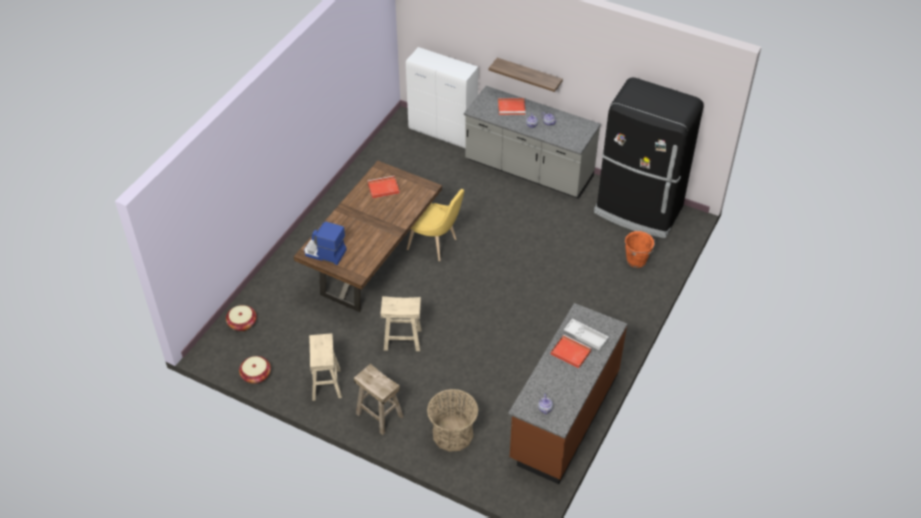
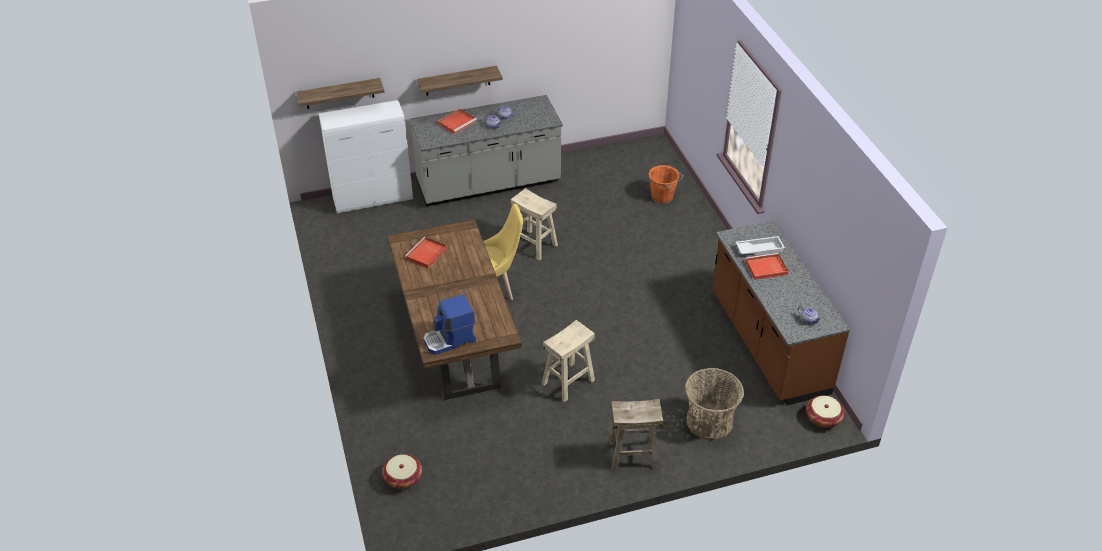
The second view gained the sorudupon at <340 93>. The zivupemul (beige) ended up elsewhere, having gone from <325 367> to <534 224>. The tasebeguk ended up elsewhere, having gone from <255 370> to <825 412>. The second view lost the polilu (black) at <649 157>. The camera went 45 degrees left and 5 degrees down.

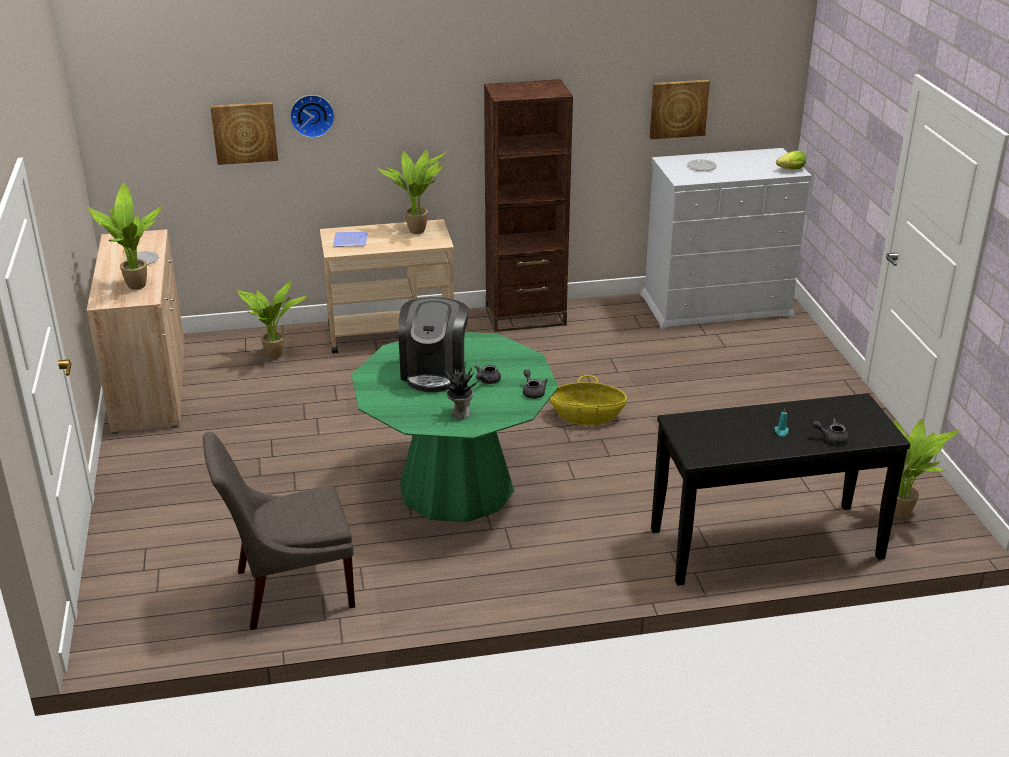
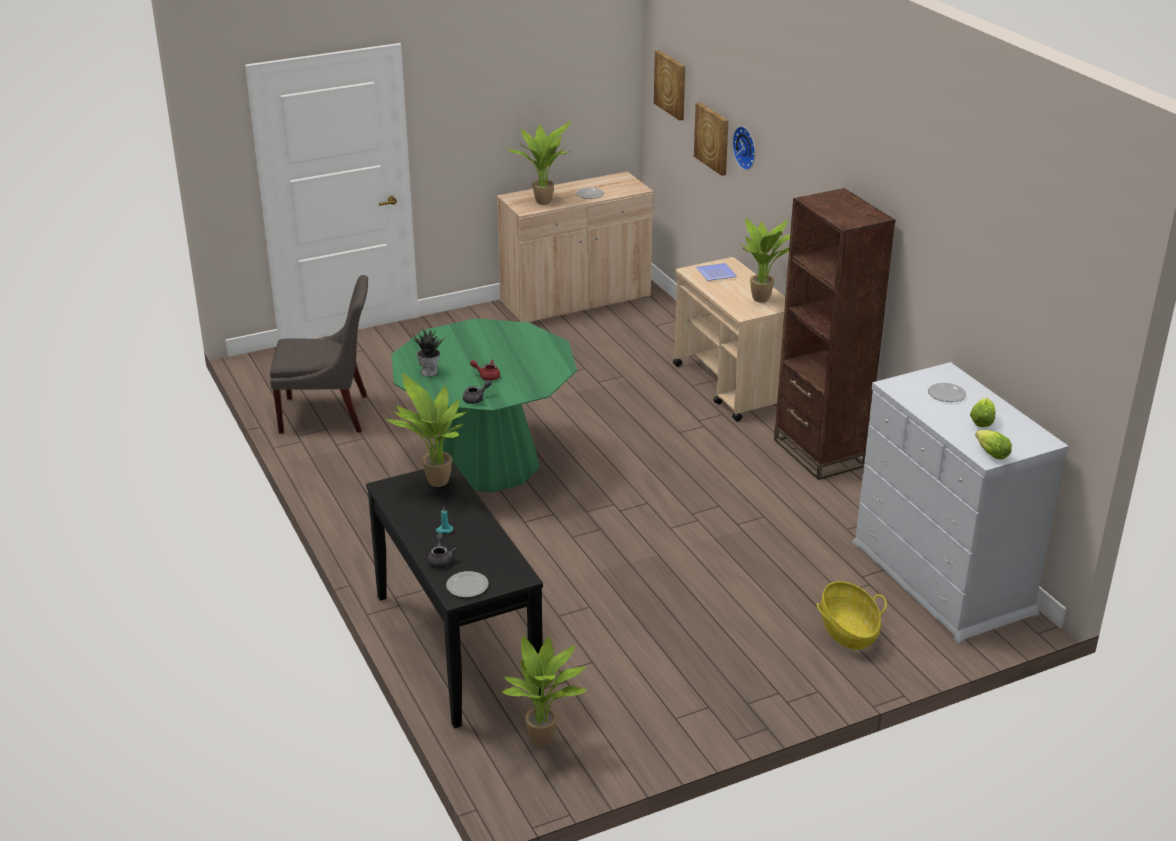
The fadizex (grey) at <279 531> ended up facing another way, 120 degrees clockwise from before. The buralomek ended up elsewhere, having gone from <272 319> to <426 430>. The second view gained the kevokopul at <467 584>. What was the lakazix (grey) at <488 374> turned into the lakazix (red) at <485 370>. The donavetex ended up elsewhere, having gone from <680 109> to <669 85>. The tasebeguk ended up elsewhere, having gone from <588 400> to <852 615>. The second view gained the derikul at <983 412>. The second view lost the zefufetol at <433 344>. The camera went 75 degrees right and 0 degrees up.

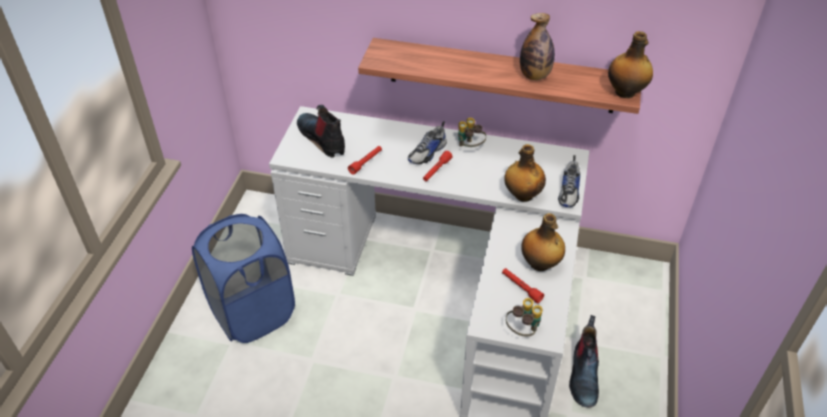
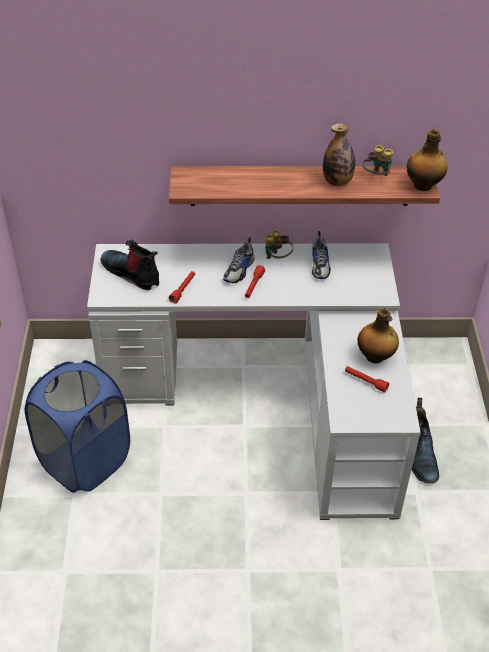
The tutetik ended up elsewhere, having gone from <569 181> to <321 255>. The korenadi ended up elsewhere, having gone from <524 317> to <377 160>. The second view lost the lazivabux at <525 173>. The camera went 15 degrees left and 0 degrees up.

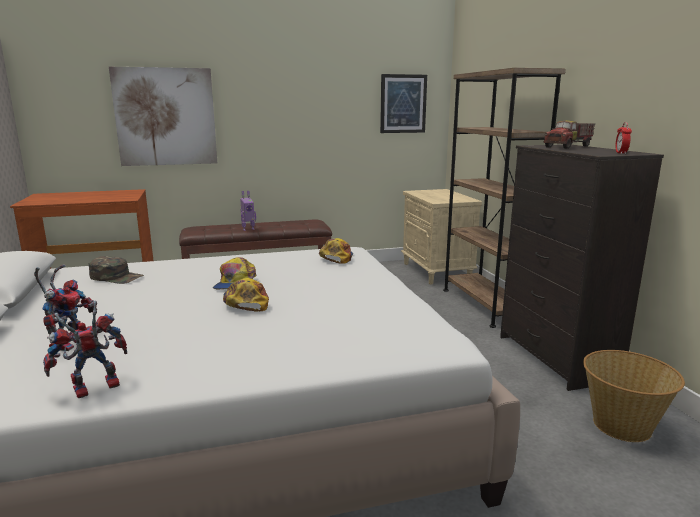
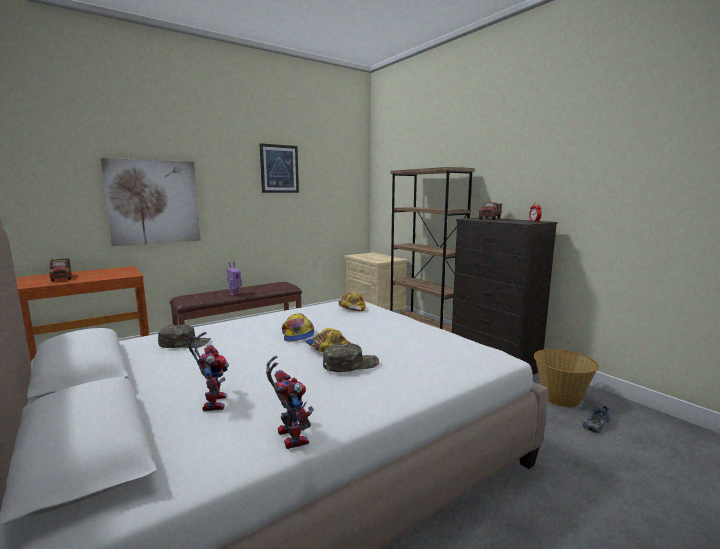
The second view gained the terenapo at <60 269>. The donavetex ended up elsewhere, having gone from <403 103> to <279 168>. The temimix at <85 349> ended up facing another way, 120 degrees clockwise from before. The second view gained the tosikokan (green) at <351 357>. The second view gained the tutetik at <596 419>. The camera went 20 degrees left and 5 degrees down.

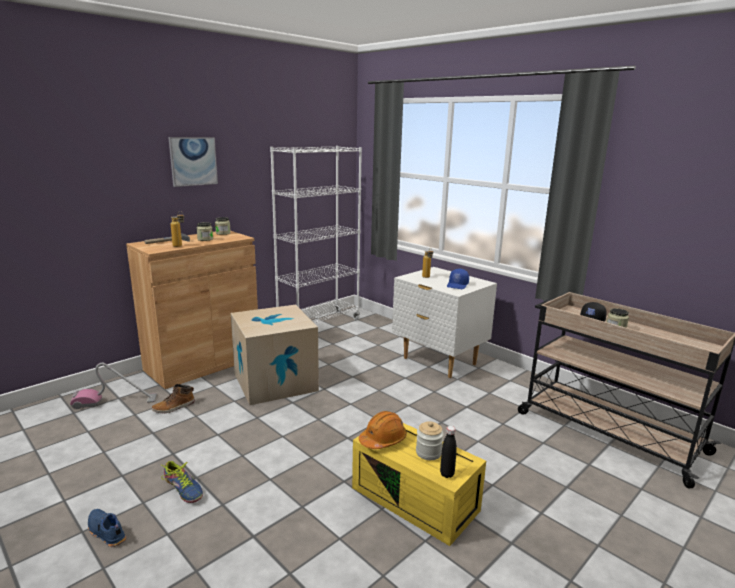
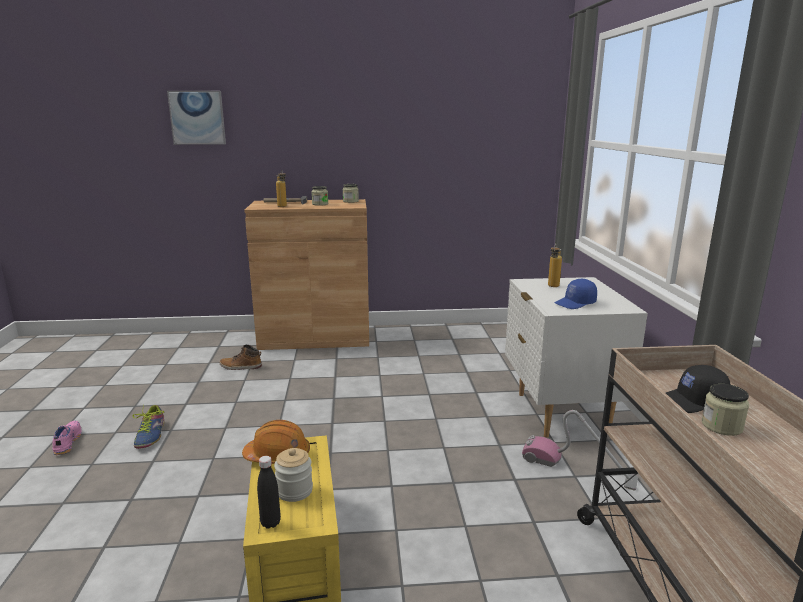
What was the tutetik (blue) at <107 528> turned into the tutetik (pink) at <67 438>. The donavetex ended up elsewhere, having gone from <193 162> to <196 118>. The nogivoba ended up elsewhere, having gone from <113 386> to <580 450>. The second view lost the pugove at <275 355>. The second view lost the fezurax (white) at <316 234>. The camera went 40 degrees right and 0 degrees up.

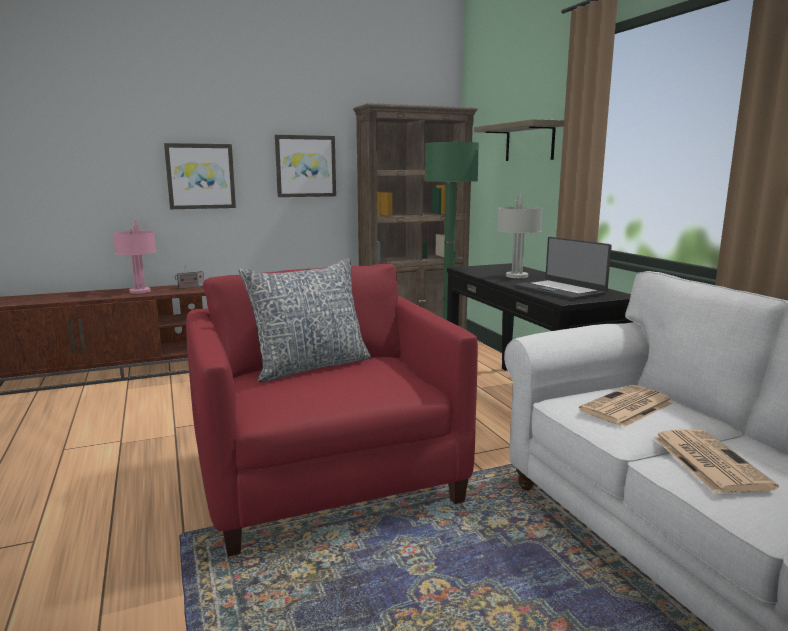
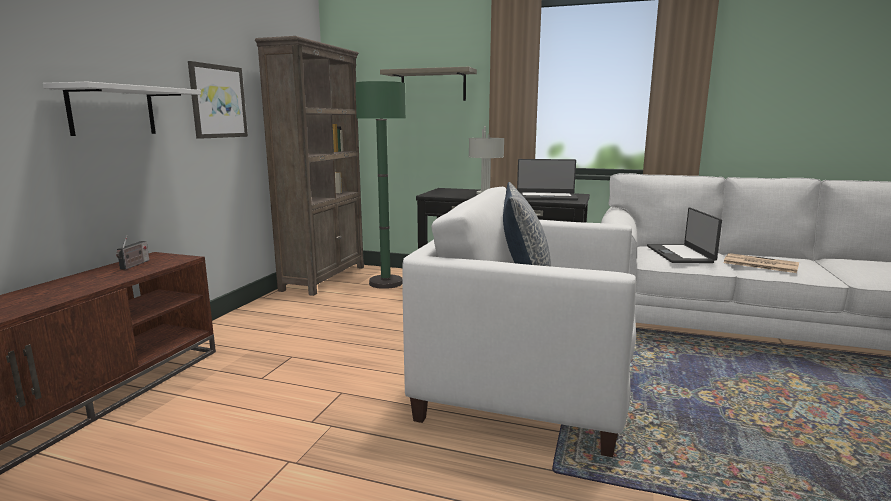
Where the donavetex hung at <200 176>, the sorudupon (white) came to hang at <122 109>. What was the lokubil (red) at <332 410> turned into the lokubil (white) at <519 322>. Where the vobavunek stood at <626 406>, the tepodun came to stand at <684 235>. The second view lost the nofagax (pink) at <134 257>. The camera went 50 degrees left and 0 degrees up.

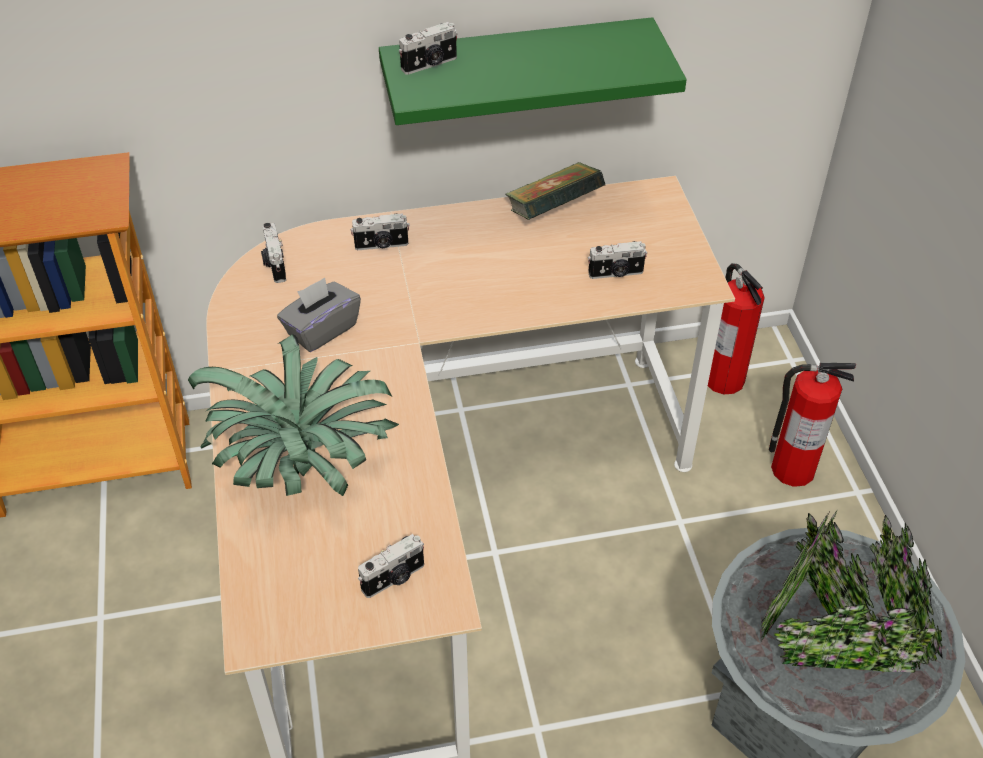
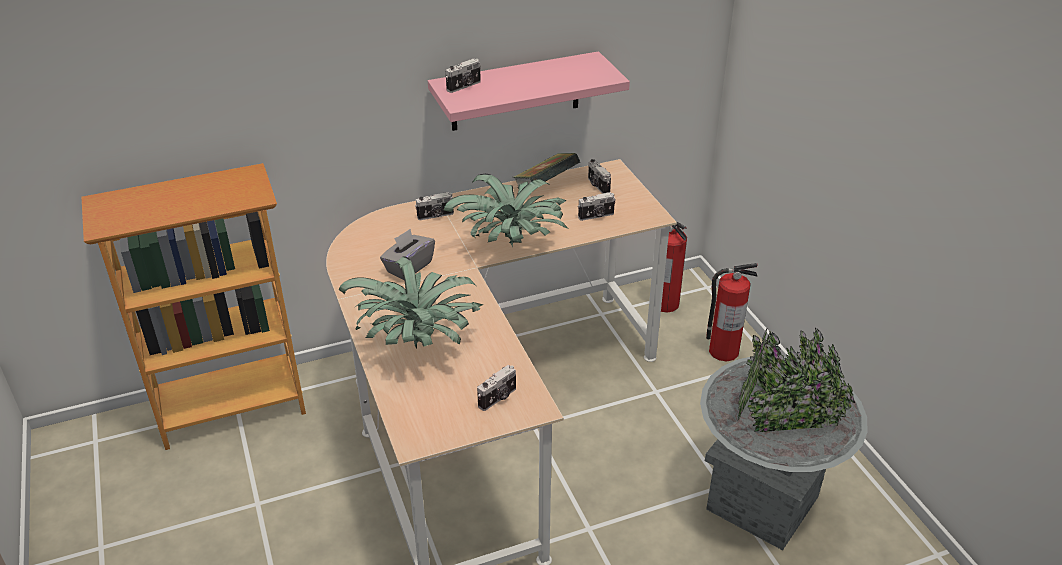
What was the sorudupon (green) at <533 71> turned into the sorudupon (pink) at <529 91>. The second view gained the buralomek at <506 210>. The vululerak ended up elsewhere, having gone from <273 253> to <599 176>. The camera went 10 degrees left and 10 degrees down.

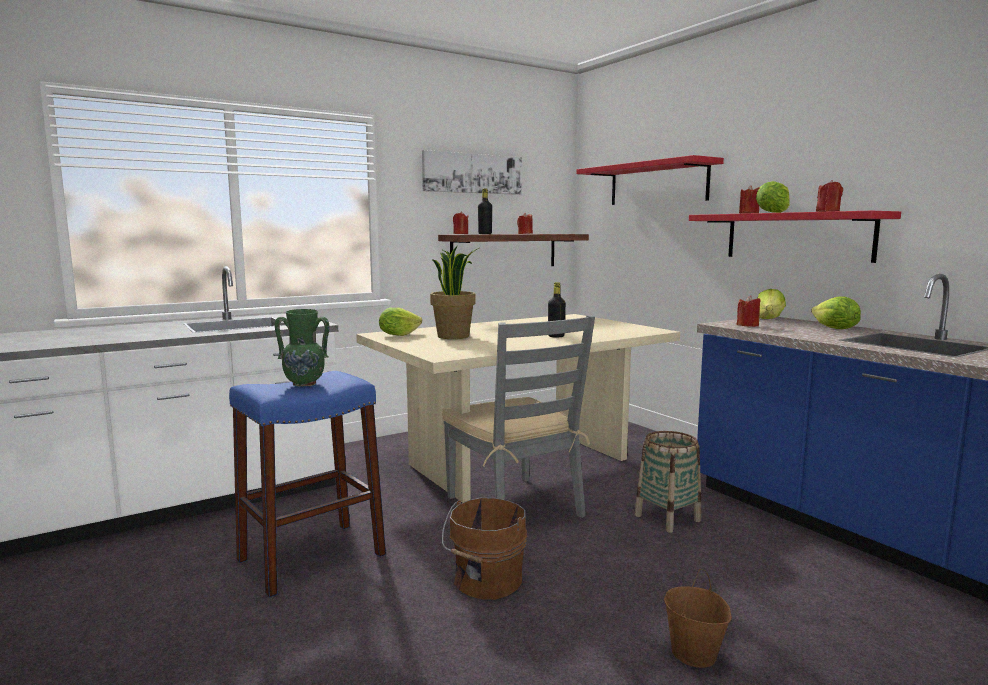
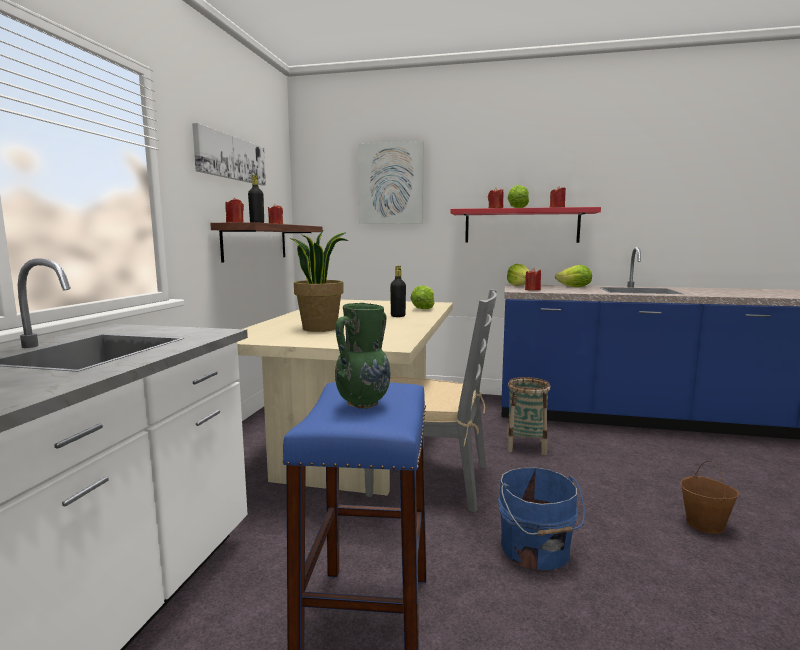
Where the sorudupon (red) hung at <650 180>, the donavetex came to hang at <391 182>. The derikul ended up elsewhere, having gone from <400 321> to <422 297>. What was the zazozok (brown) at <484 549> turned into the zazozok (blue) at <541 518>. The camera went 45 degrees left and 0 degrees up.

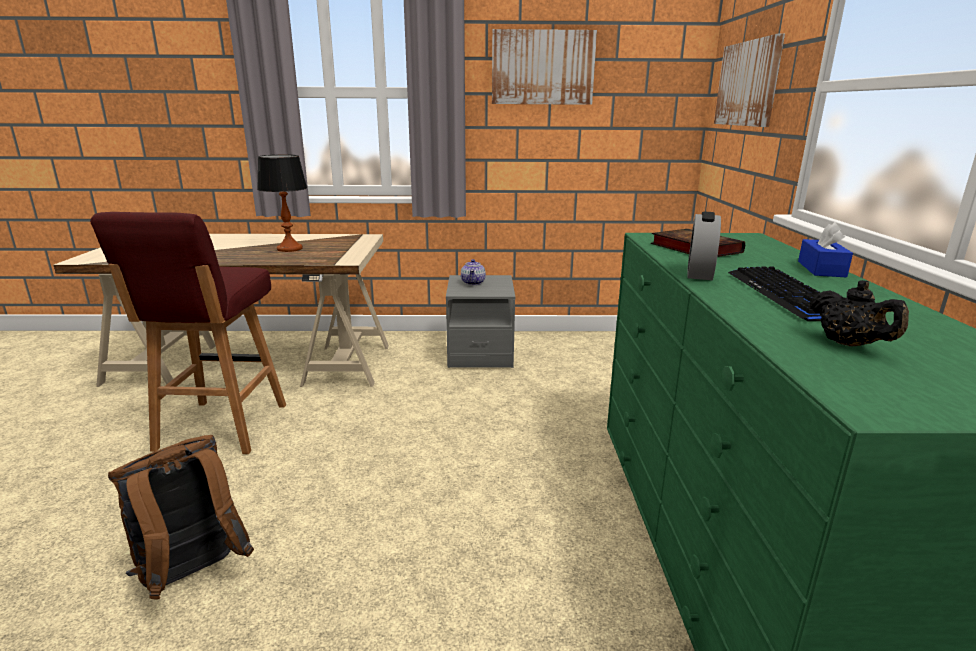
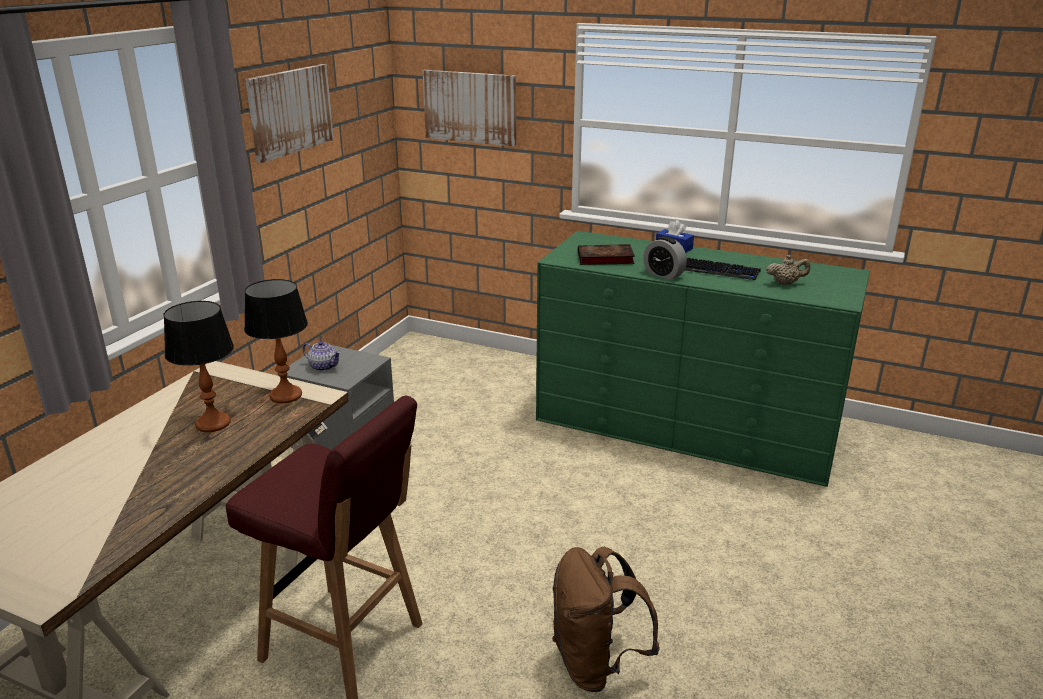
The second view gained the nofagax at <276 341>. What was the lakazix (black) at <859 313> turned into the lakazix (beige) at <788 270>. The camera went 65 degrees left and 5 degrees up.

